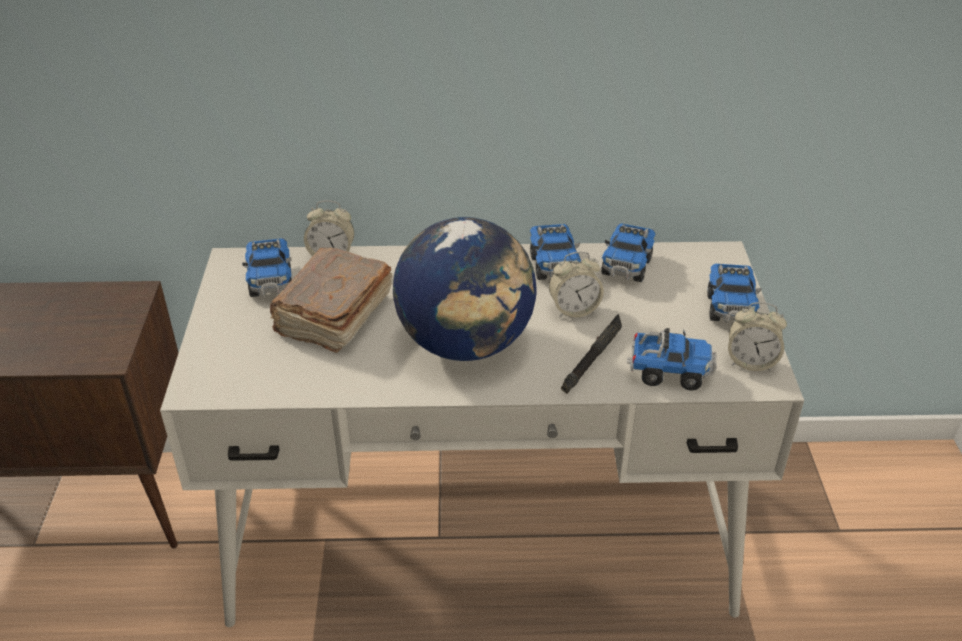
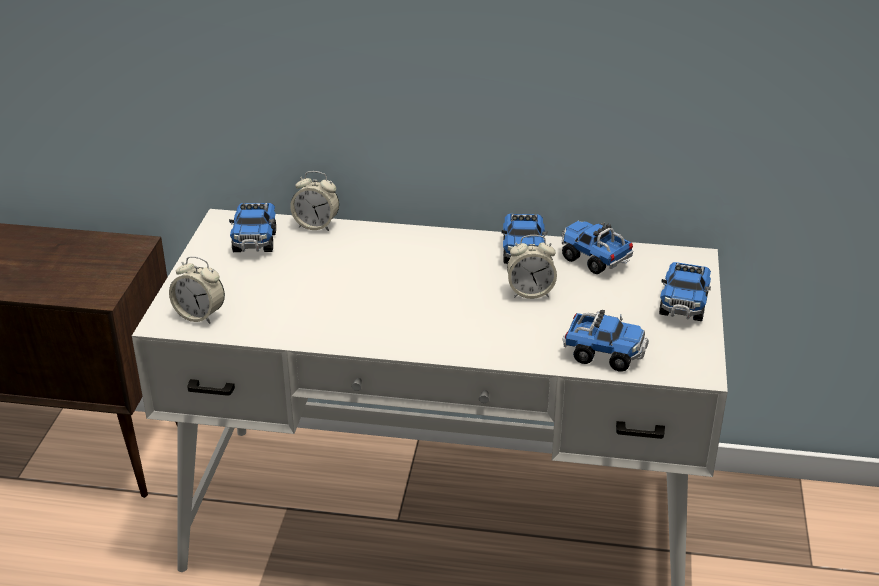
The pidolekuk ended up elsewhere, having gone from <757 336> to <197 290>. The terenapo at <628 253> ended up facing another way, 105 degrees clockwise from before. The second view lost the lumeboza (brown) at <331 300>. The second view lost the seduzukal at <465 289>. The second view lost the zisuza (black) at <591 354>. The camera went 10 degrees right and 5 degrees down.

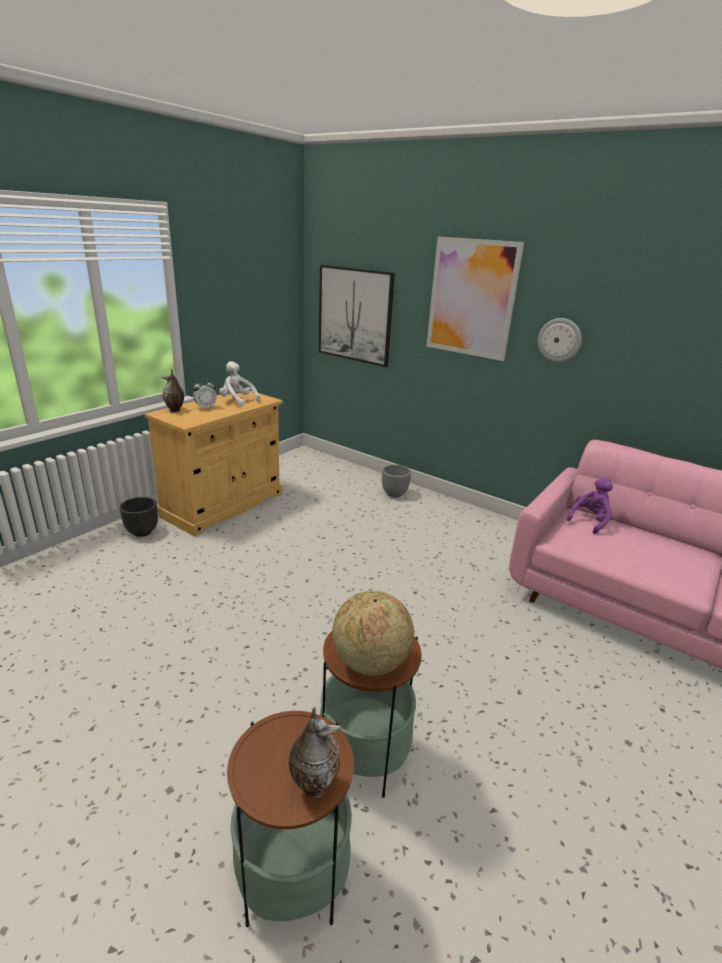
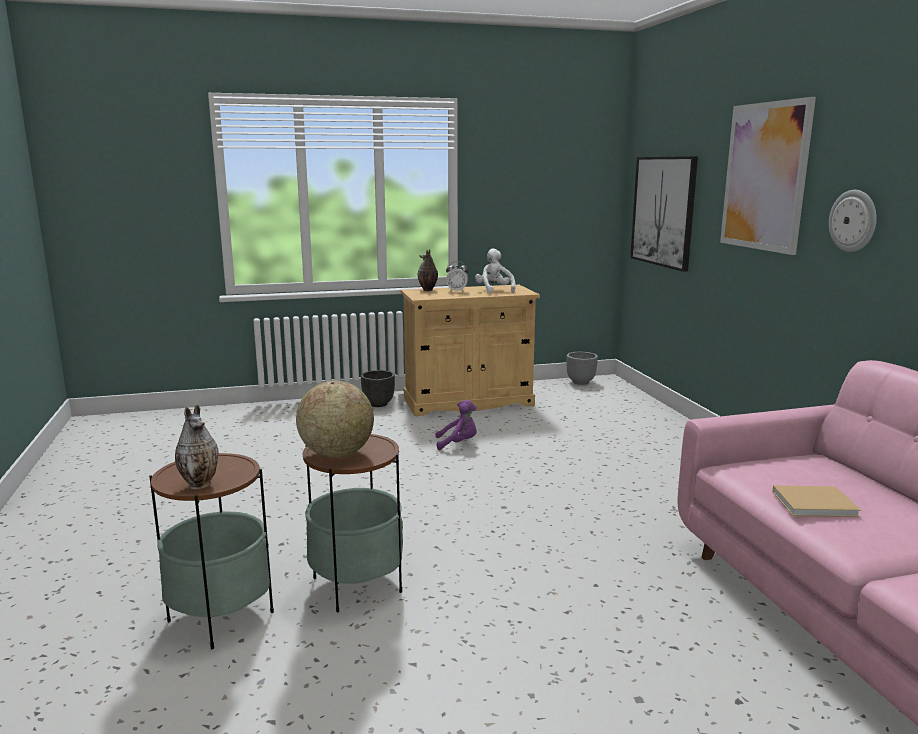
The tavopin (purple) ended up elsewhere, having gone from <589 505> to <456 425>. The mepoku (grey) ended up elsewhere, having gone from <396 481> to <582 368>. The second view gained the lumeboza (beige) at <816 501>. The camera went 40 degrees right and 10 degrees down.

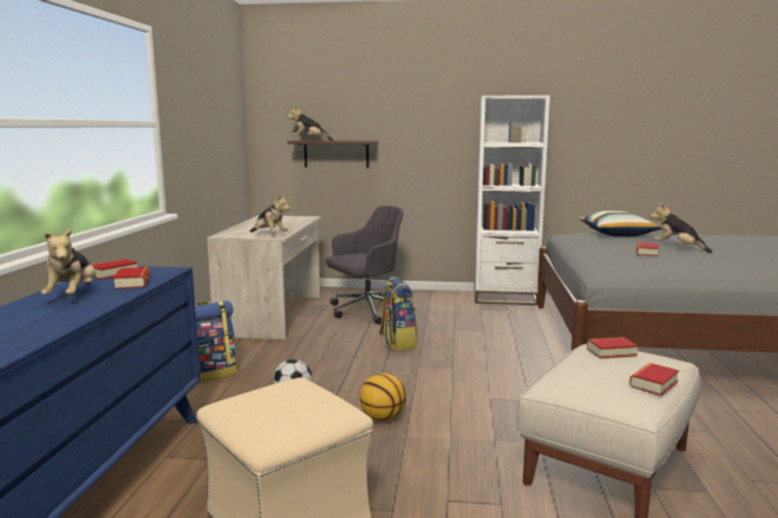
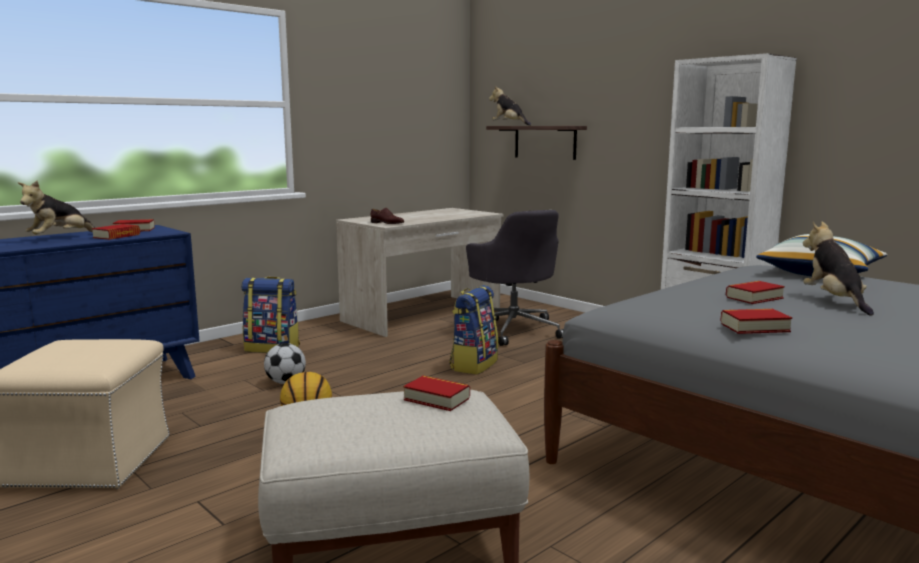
Where the tavopin stood at <270 213>, the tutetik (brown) came to stand at <387 216>. The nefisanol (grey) at <365 265> ended up facing another way, 60 degrees clockwise from before. The lumeboza ended up elsewhere, having gone from <654 379> to <756 321>. The camera went 40 degrees right and 0 degrees up.

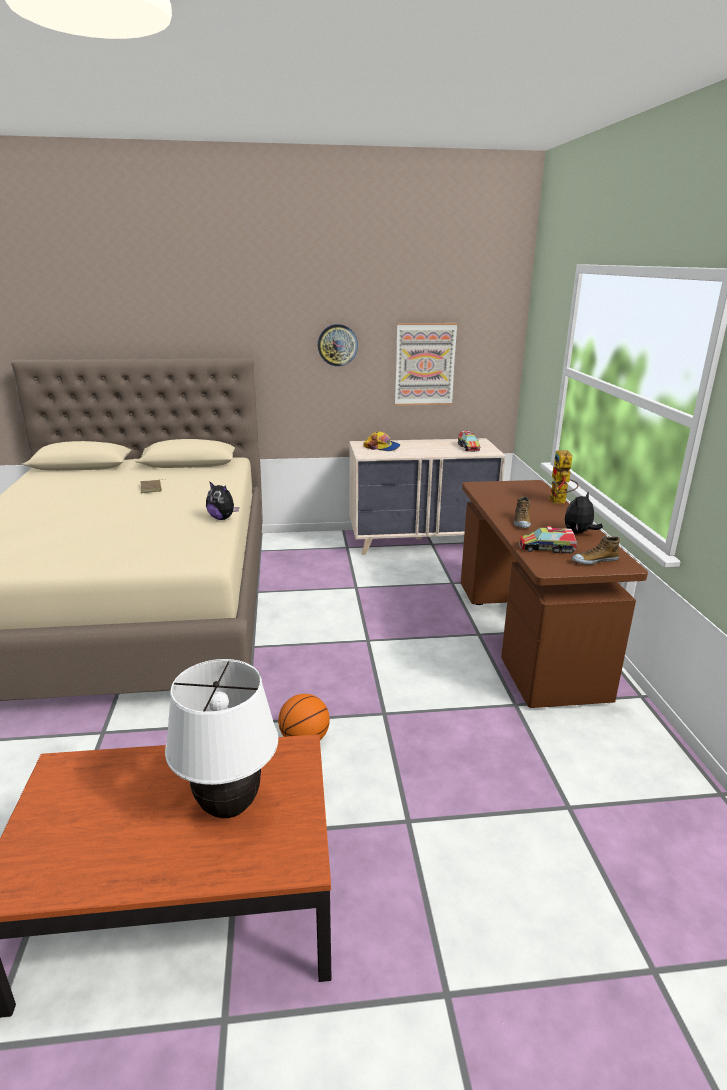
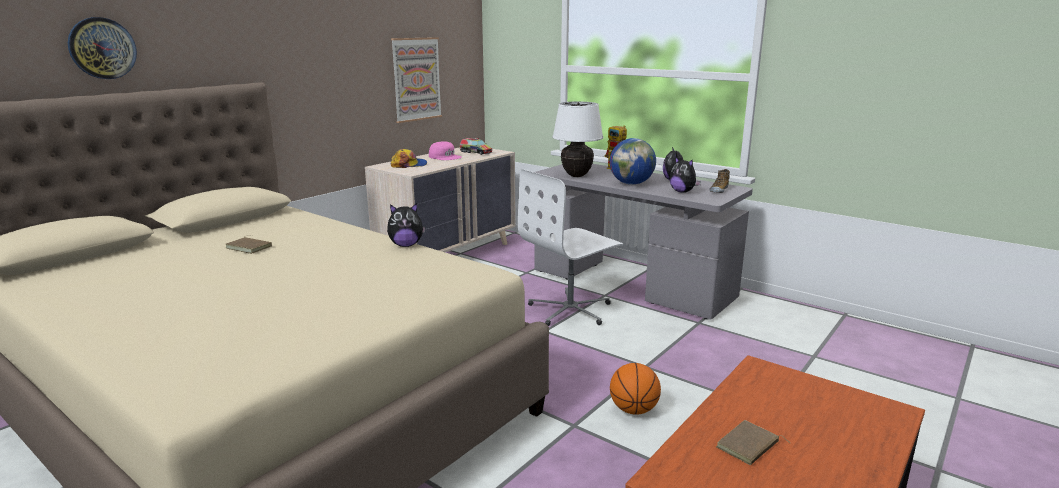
The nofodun ended up elsewhere, having gone from <338 345> to <102 48>. The second view gained the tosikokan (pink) at <445 150>. The second view gained the nefisanol (white) at <570 247>. What was the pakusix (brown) at <554 594> turned into the pakusix (grey) at <643 241>. The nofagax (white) ended up elsewhere, having gone from <221 738> to <577 139>. Where the tutetik stood at <522 512>, the seduzukal came to stand at <633 161>. Where the terenapo stood at <548 540>, the tavopin came to stand at <685 174>. The second view gained the lumeboza (brown) at <753 442>. The camera went 45 degrees left and 5 degrees down.

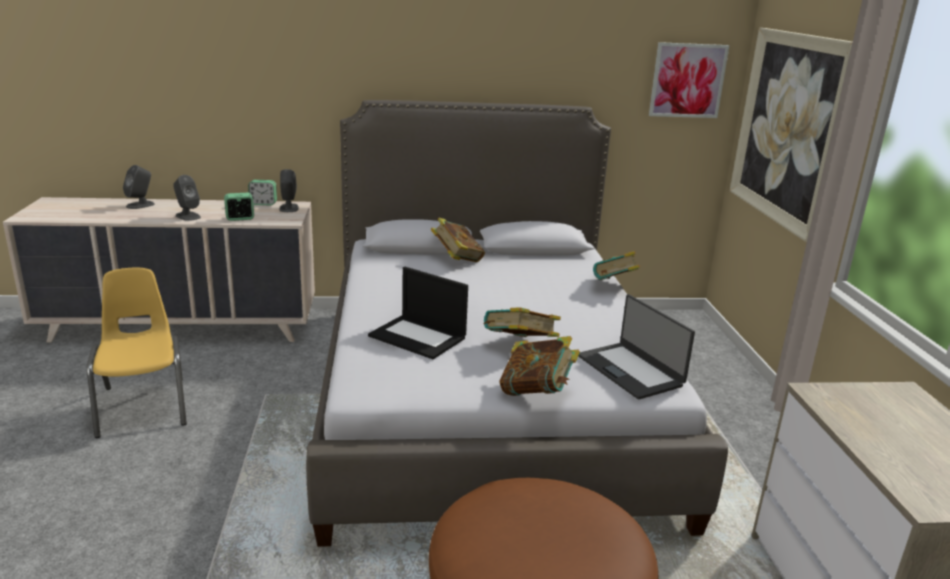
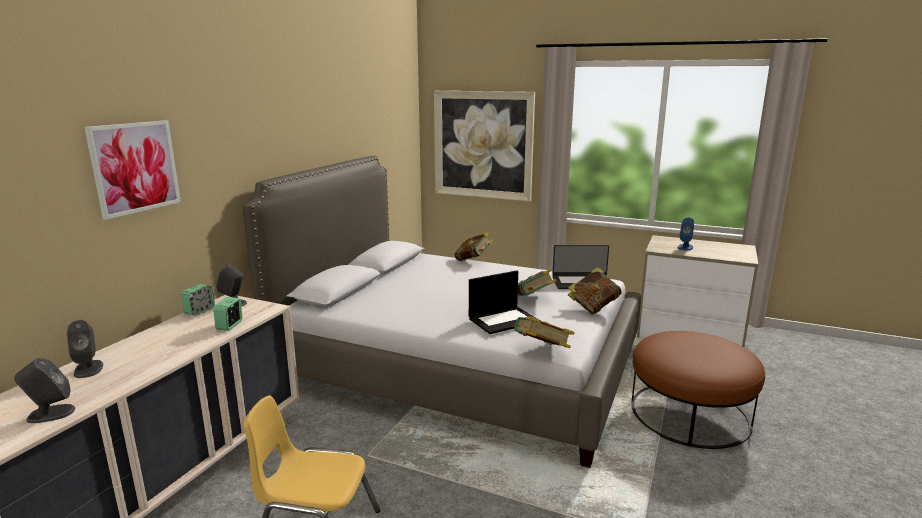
The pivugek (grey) ended up elsewhere, having gone from <187 198> to <44 390>. The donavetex ended up elsewhere, having gone from <688 80> to <132 170>. The lumeboza ended up elsewhere, having gone from <457 240> to <543 332>. The second view gained the pivugek (blue) at <686 234>. The camera went 60 degrees left and 5 degrees down.

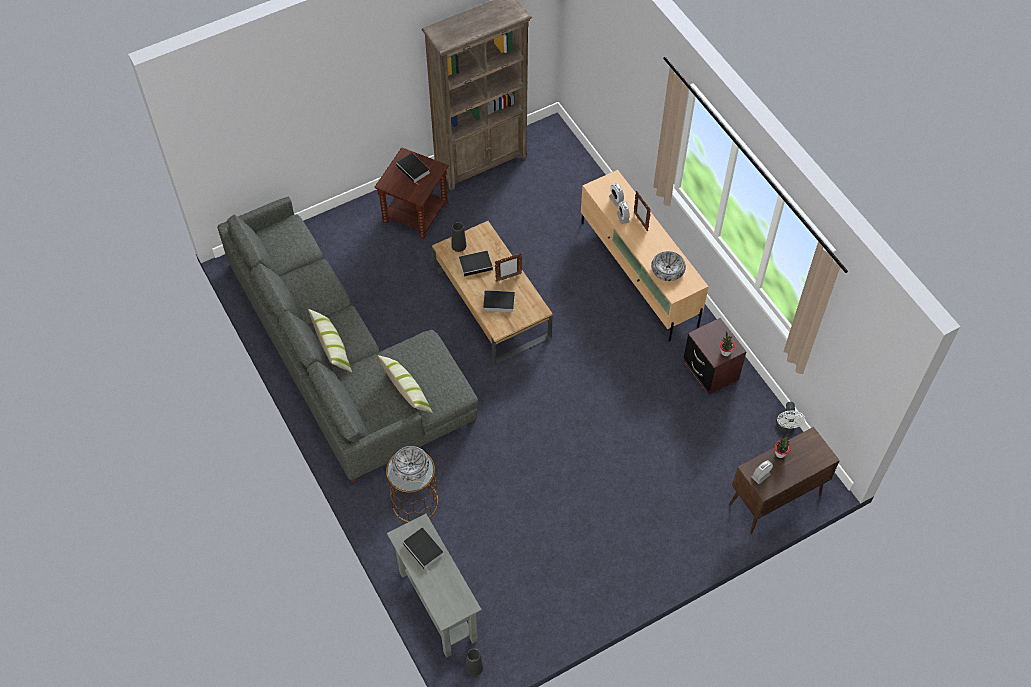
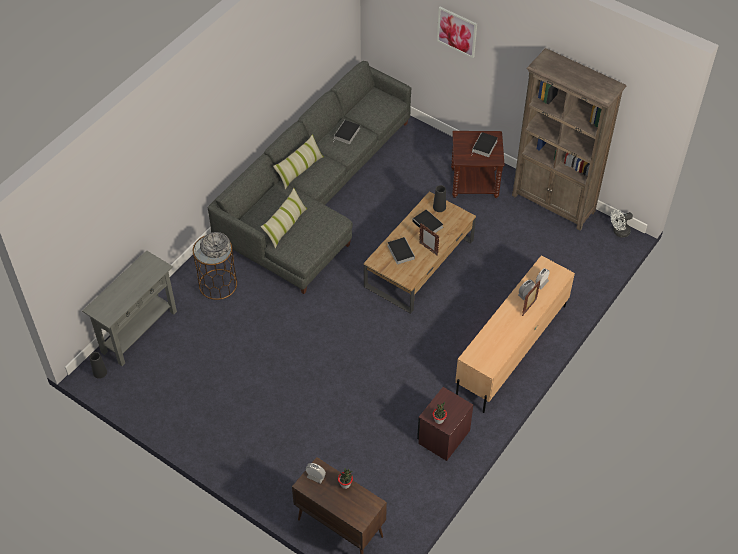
The lumeboza ended up elsewhere, having gone from <423 549> to <346 132>. The second view gained the donavetex at <457 32>. The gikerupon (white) ended up elsewhere, having gone from <790 416> to <622 223>. The second view lost the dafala at <668 266>. The camera went 65 degrees right and 5 degrees down.

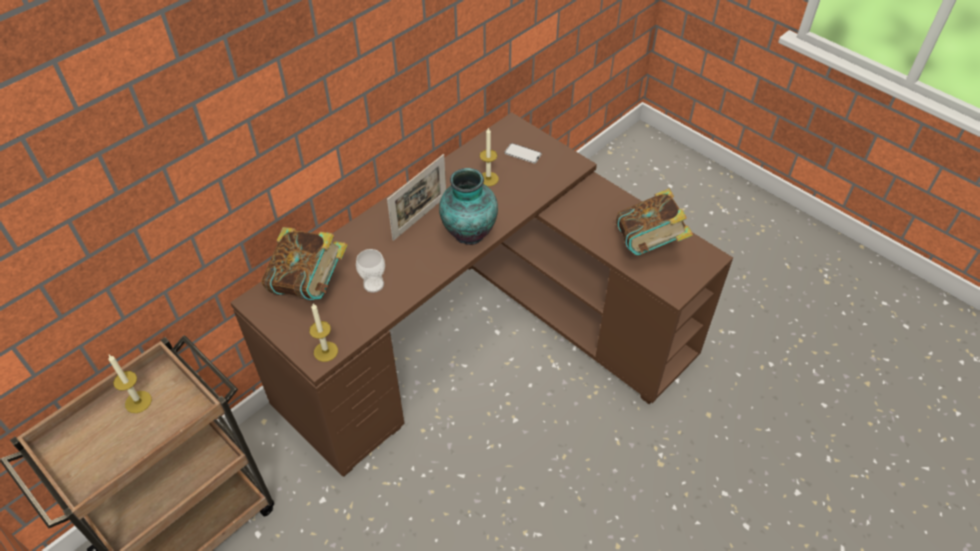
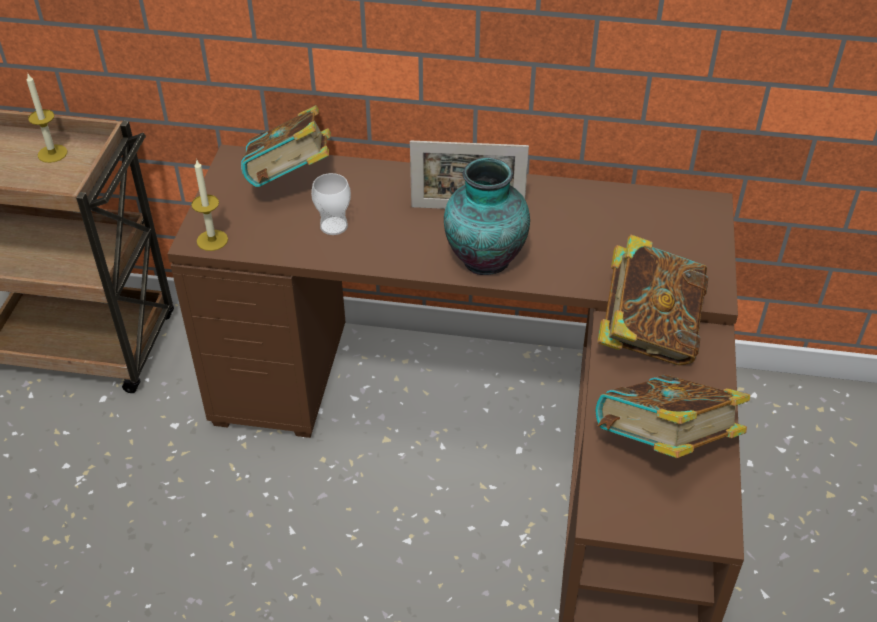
The second view gained the lumeboza at <652 300>. The second view lost the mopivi at <489 156>. The second view lost the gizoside at <523 153>. The camera went 55 degrees right and 5 degrees down.

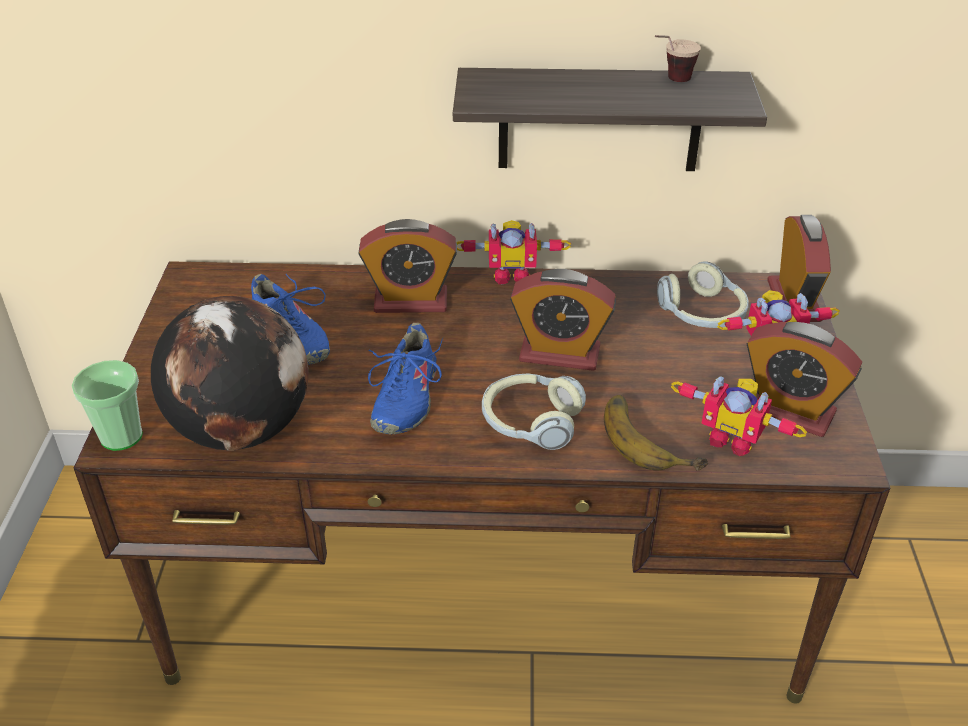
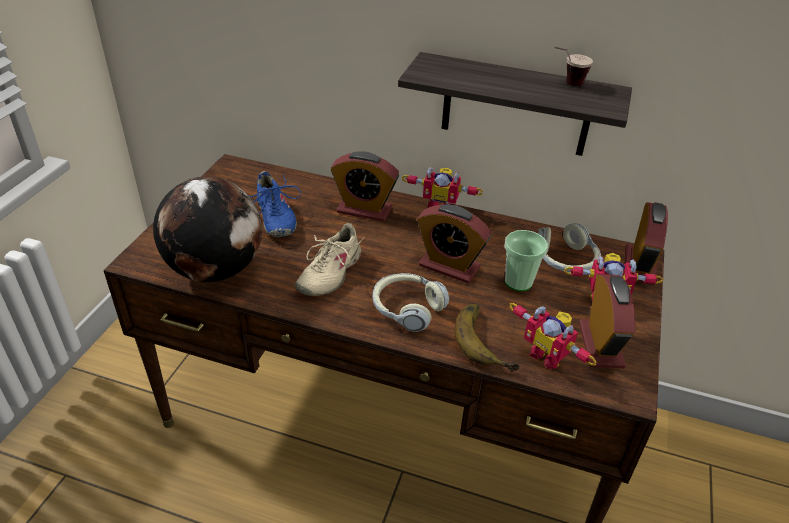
What was the tutetik (blue) at <405 378> turned into the tutetik (beige) at <329 259>. The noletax ended up elsewhere, having gone from <107 405> to <526 260>. The pidolekuk at <804 379> ended up facing another way, 135 degrees counterclockwise from before. The camera went 15 degrees right and 0 degrees up.

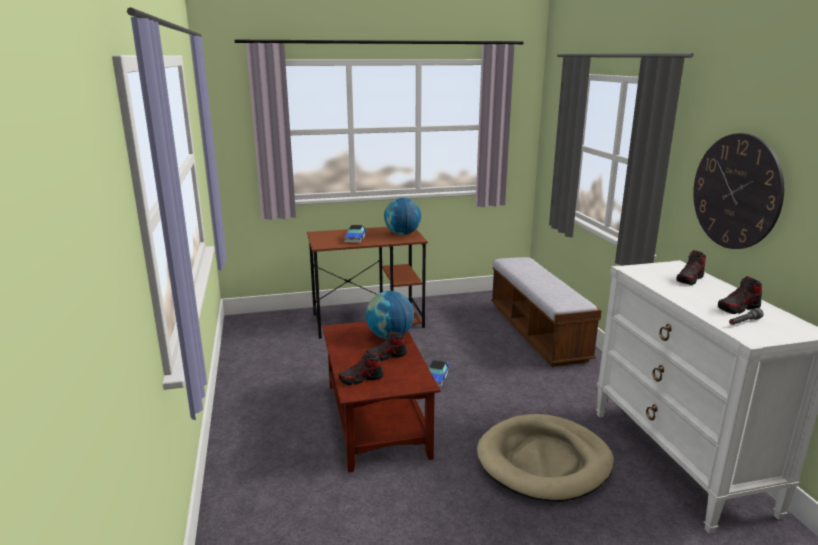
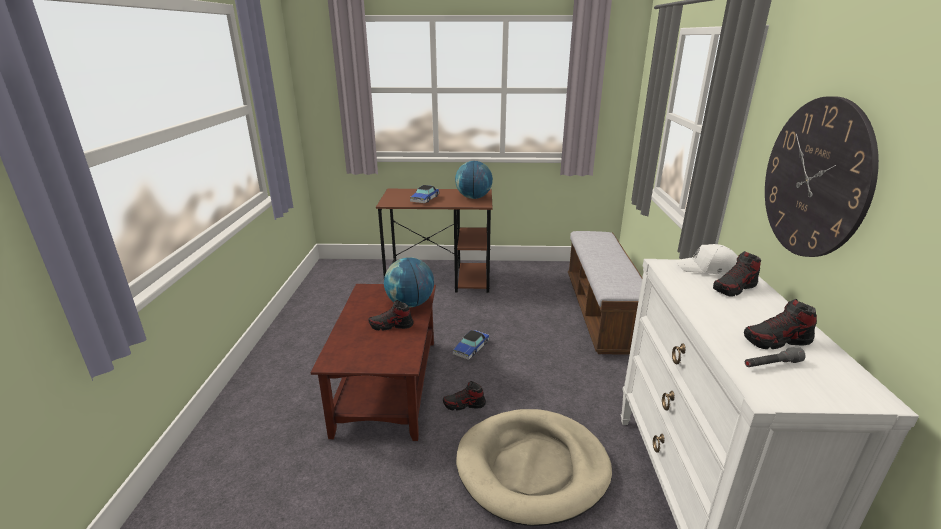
The tutetik ended up elsewhere, having gone from <361 368> to <464 396>. The second view gained the tosikokan (white) at <707 259>. The camera went 15 degrees right and 5 degrees up.

